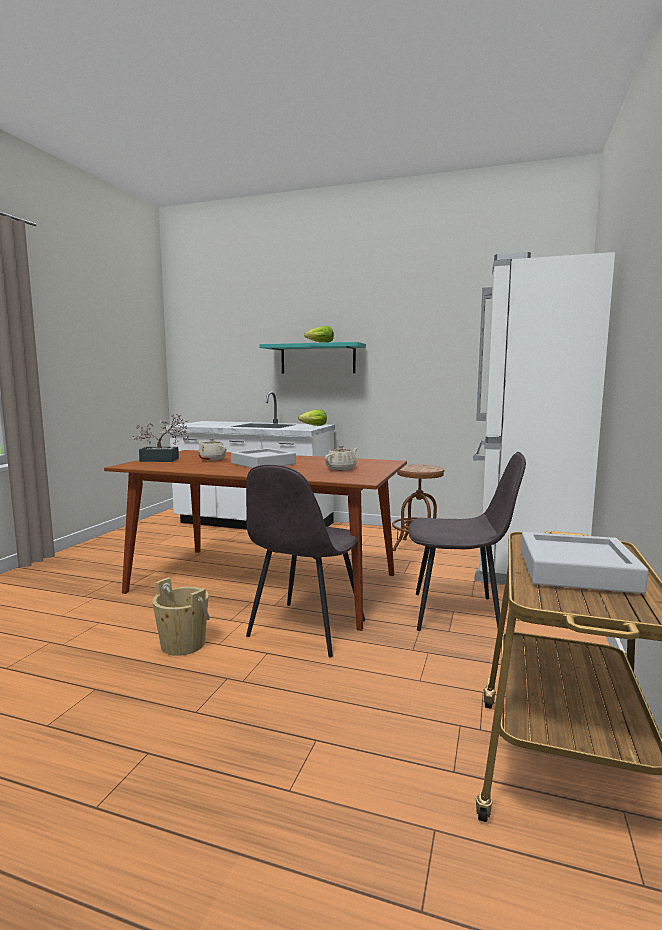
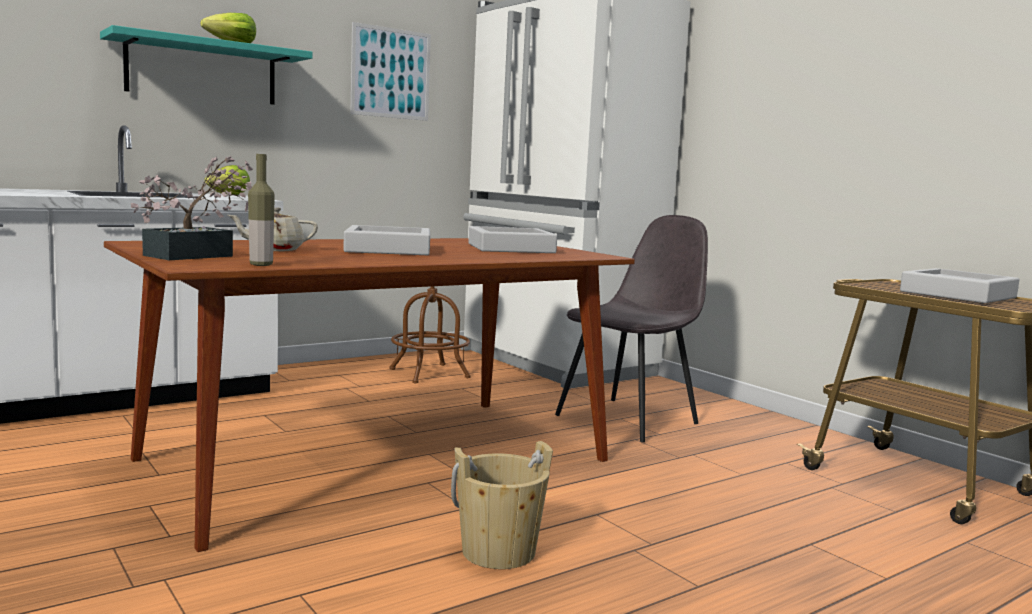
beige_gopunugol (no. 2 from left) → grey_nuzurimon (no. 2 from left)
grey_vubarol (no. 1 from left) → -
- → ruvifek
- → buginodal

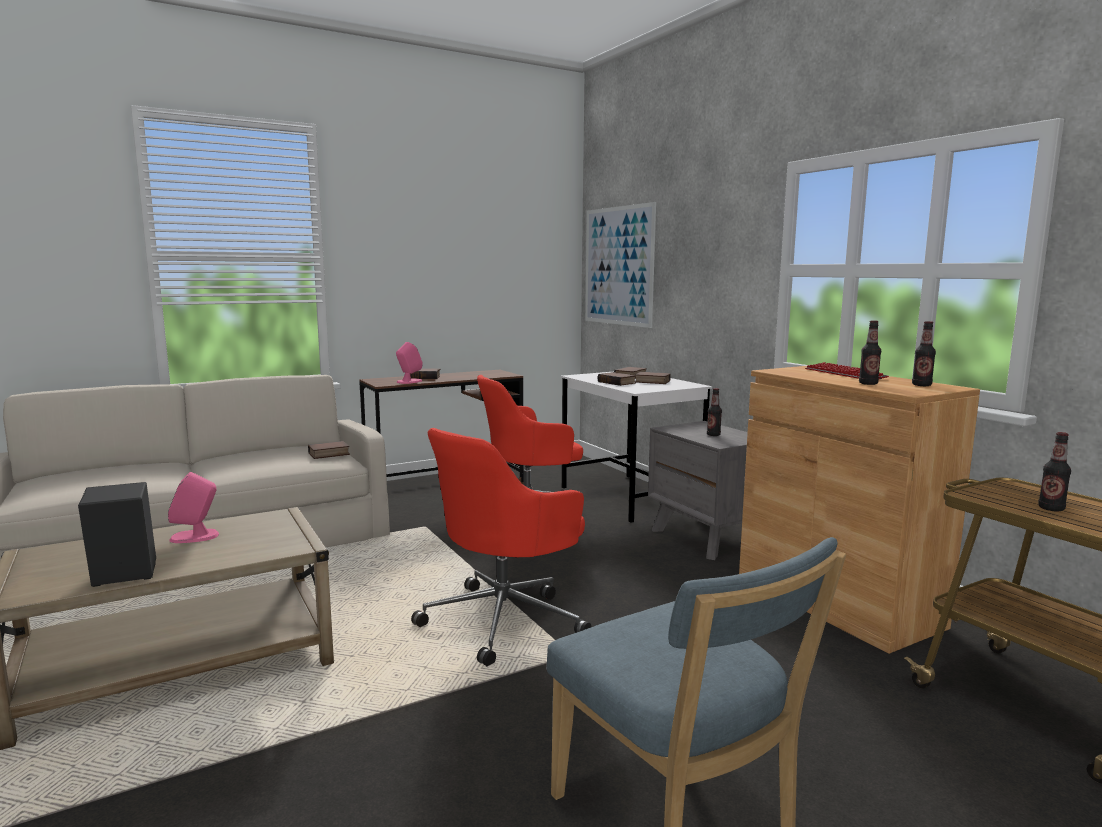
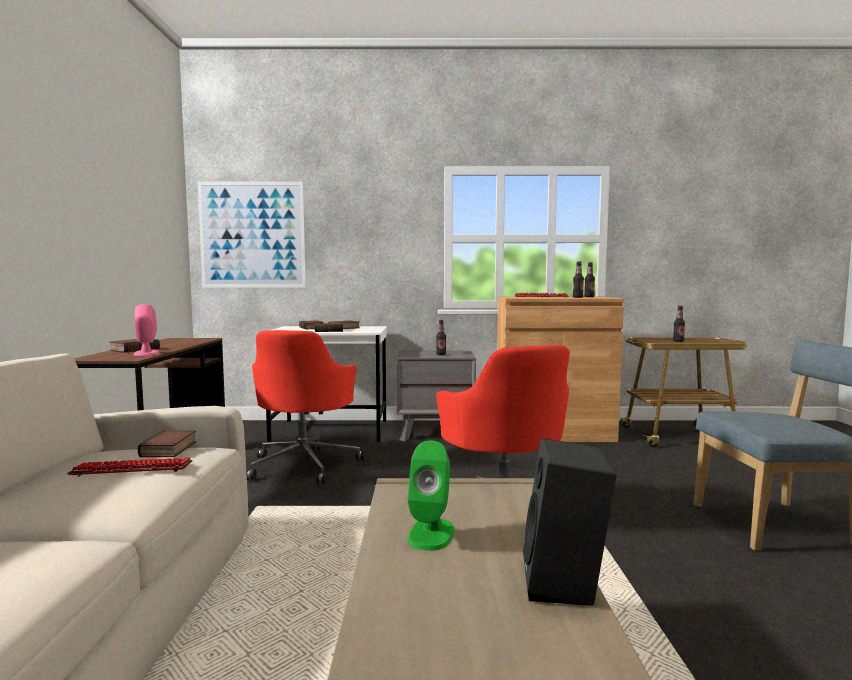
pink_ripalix (no. 1 from left) → green_ripalix
- → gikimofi (no. 1 from left)

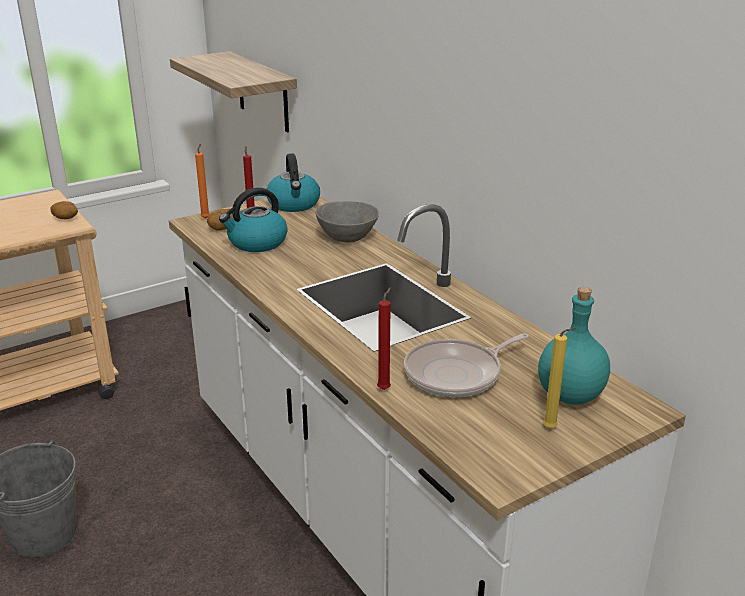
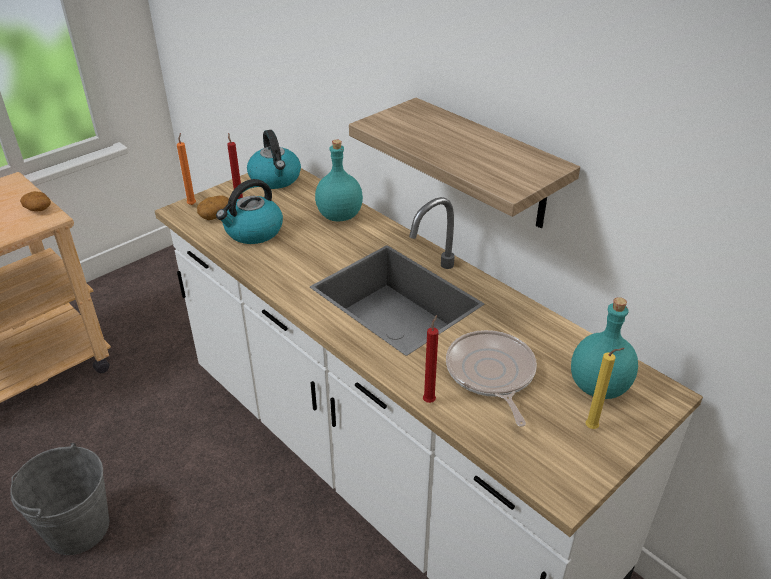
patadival, shifted
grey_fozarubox → turquoise_buginodal (no. 1 from left)
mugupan, 120 degrees clockwise

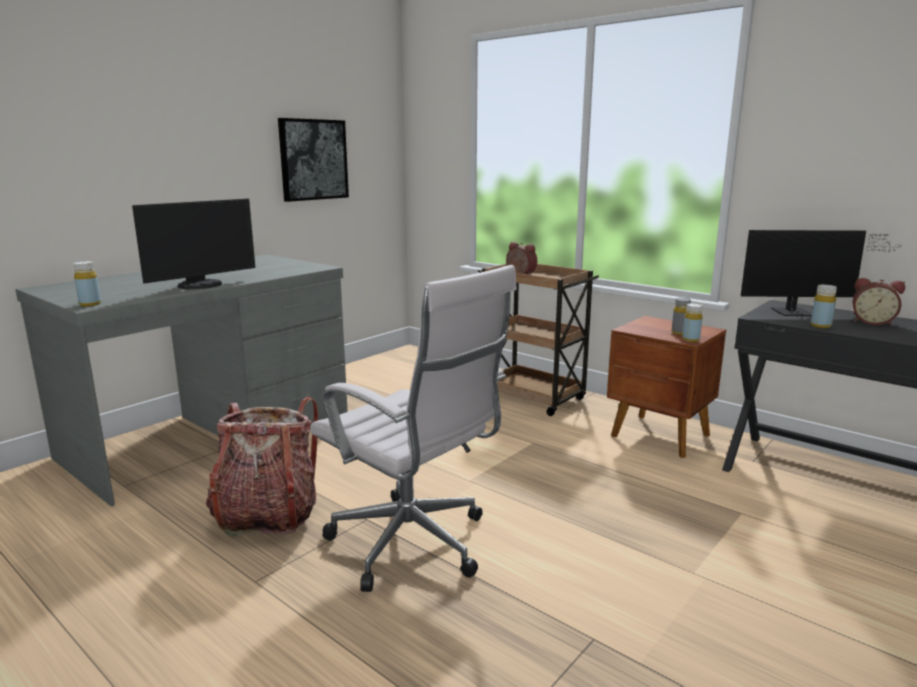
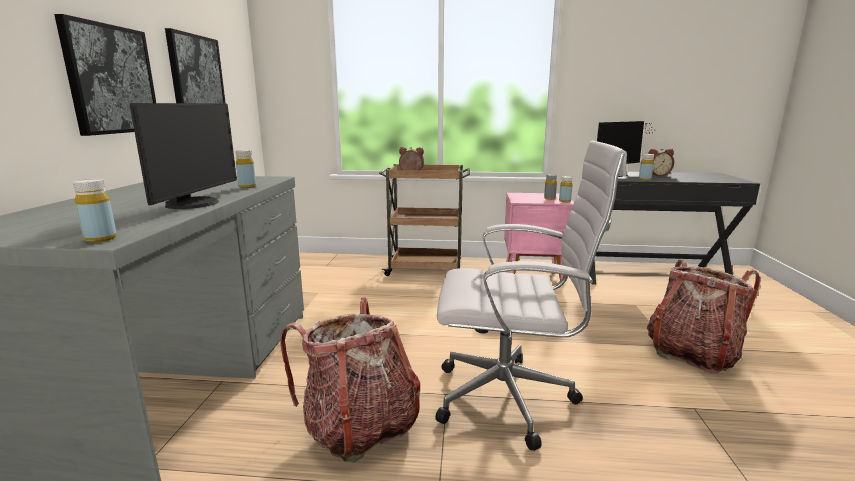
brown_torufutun → pink_torufutun
- → ruvifek (no. 1 from left)
- → yellow_buginodal (no. 2 from left)
- → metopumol (no. 2 from left)

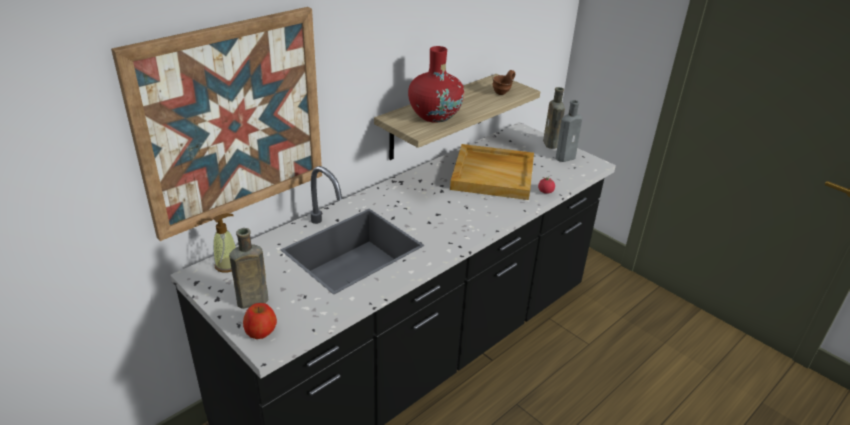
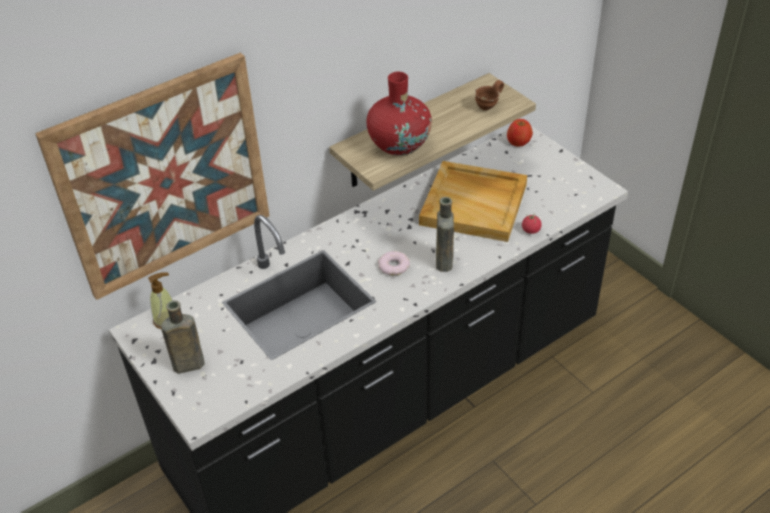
brown_buginodal (no. 2 from left), shifted
grey_buginodal → -
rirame, shifted
- → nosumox

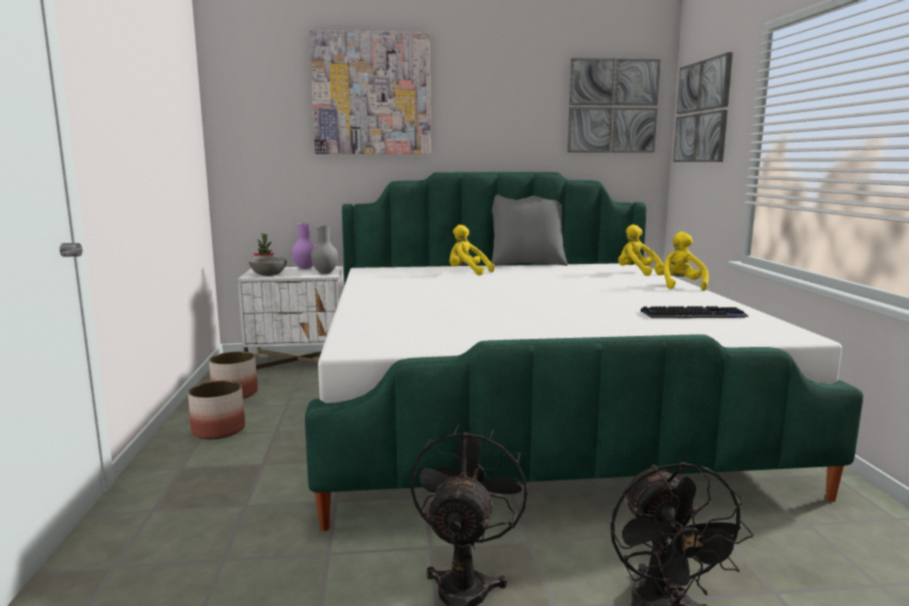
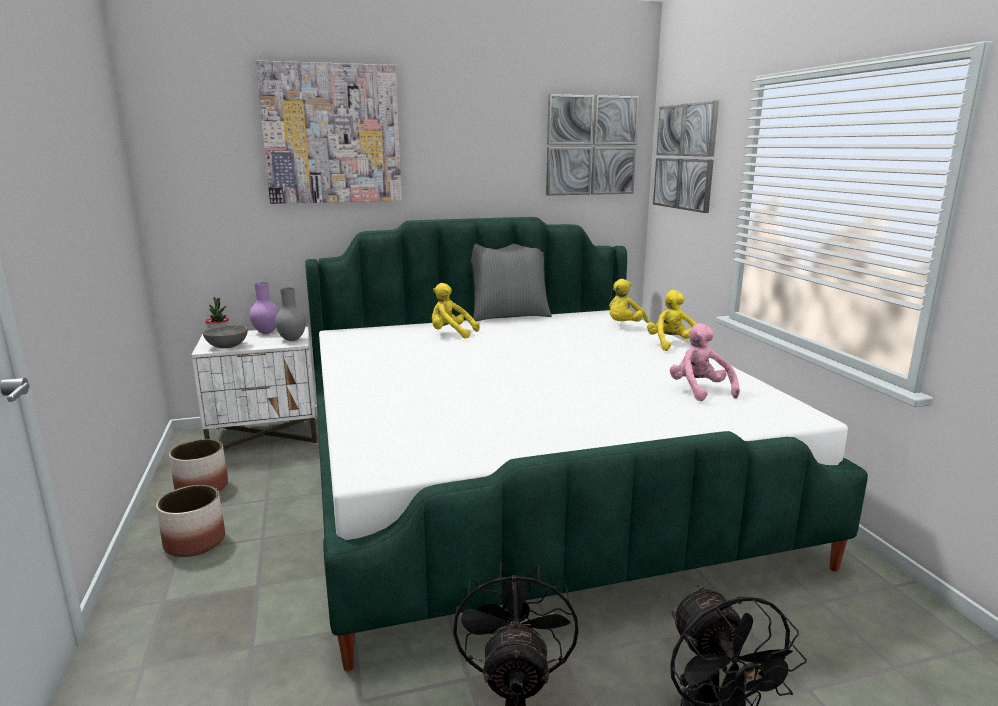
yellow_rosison (no. 2 from left), 90 degrees counterclockwise
gikimofi → pink_rosison

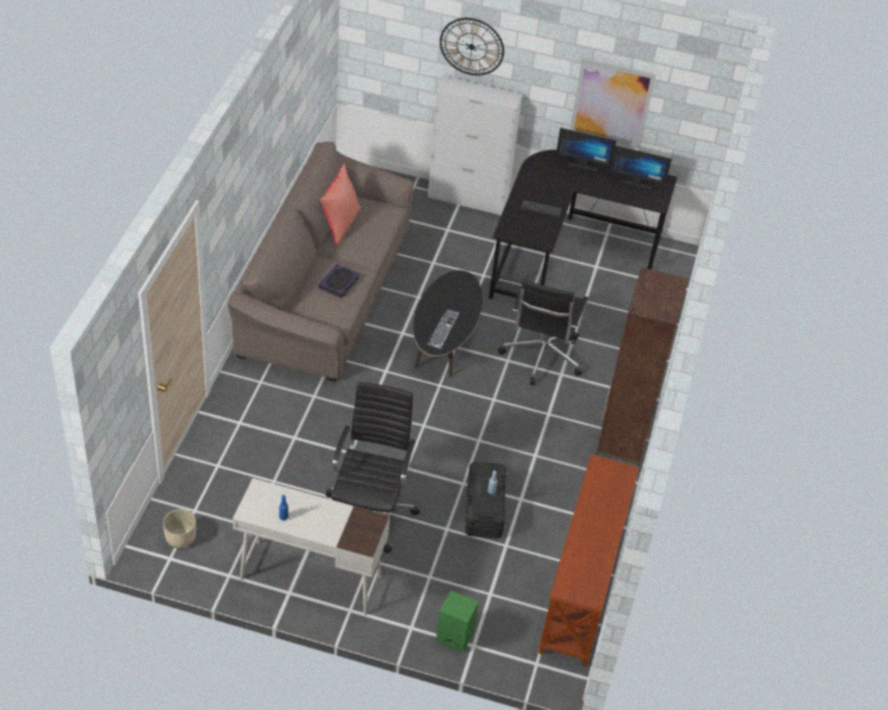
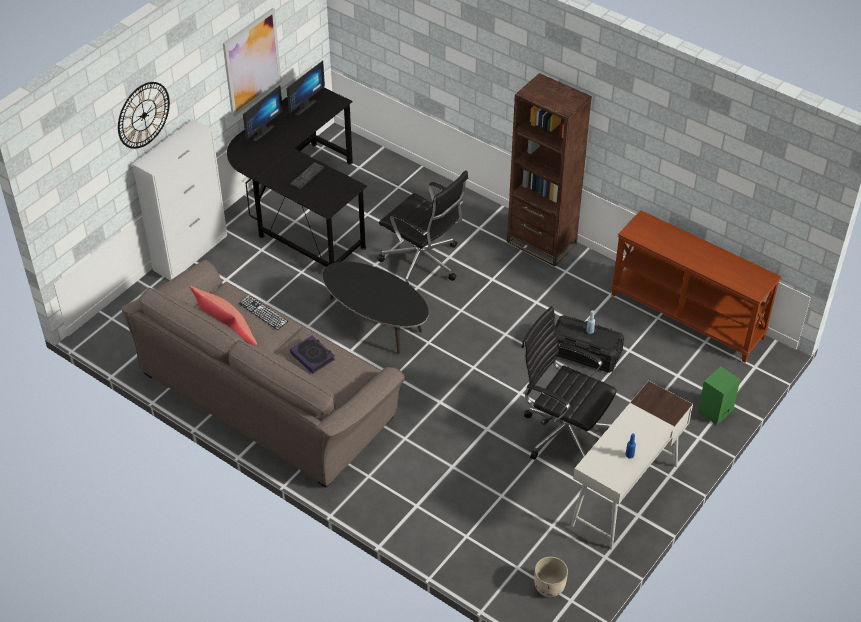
gikimofi (no. 1 from left), shifted

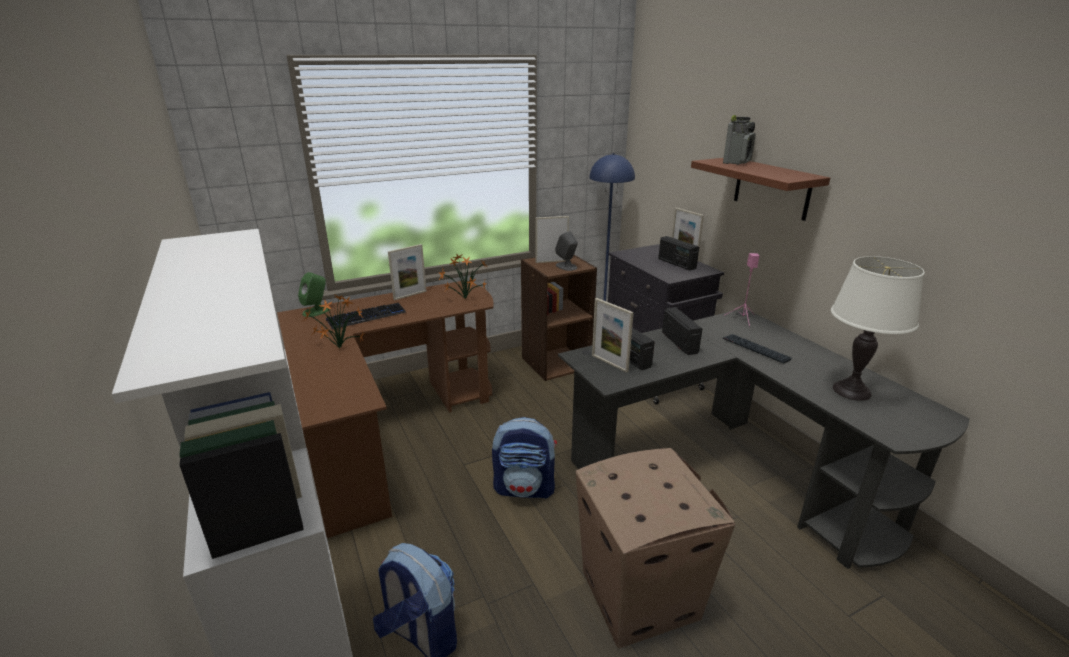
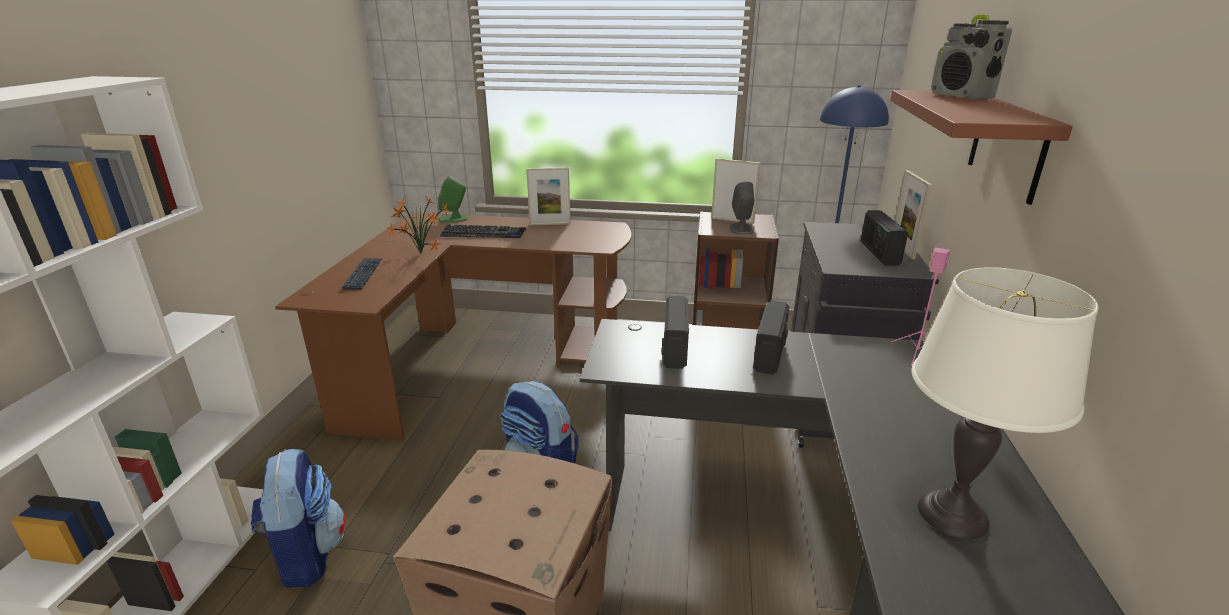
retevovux (no. 4 from left), 90 degrees clockwise
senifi (no. 2 from left) → -
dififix (no. 3 from left) → -
gikimofi (no. 2 from left in the first image) → gikimofi (no. 1 from left), shifted

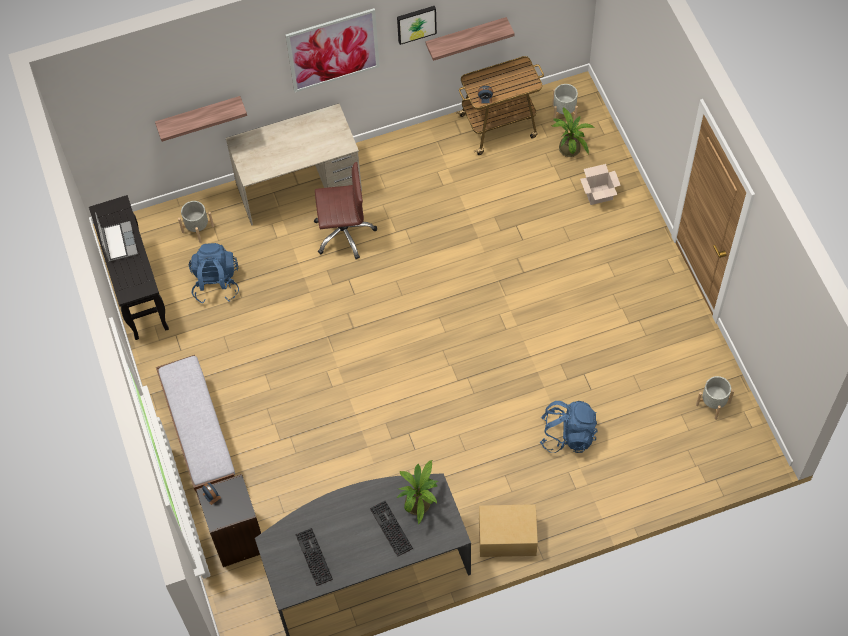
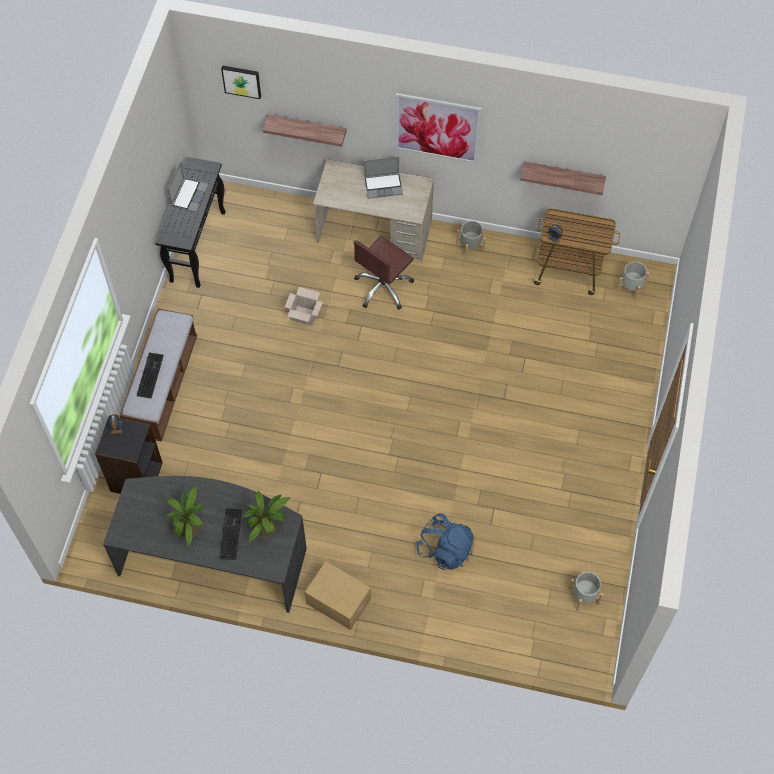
ruvifek (no. 2 from left in the first image) → ruvifek (no. 1 from left), shifted
senifi (no. 2 from left in the first image) → senifi (no. 1 from left), shifted
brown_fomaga, 105 degrees clockwise
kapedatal (no. 2 from left in the first image) → kapedatal (no. 1 from left), shifted
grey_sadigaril (no. 1 from left), shifted
blue_metopumol (no. 1 from left) → -
gikimofi (no. 1 from left), shifted
- → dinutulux (no. 2 from left)

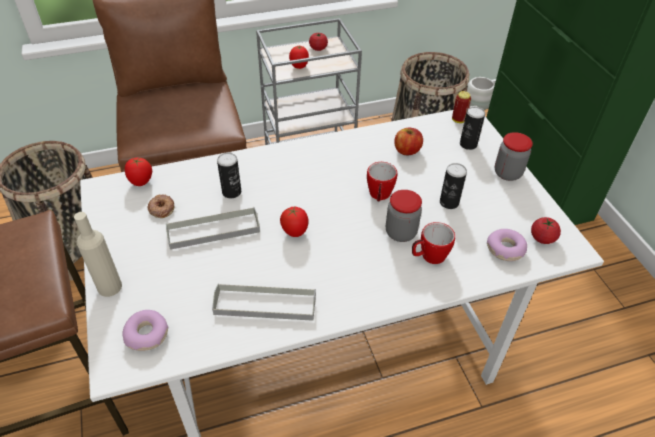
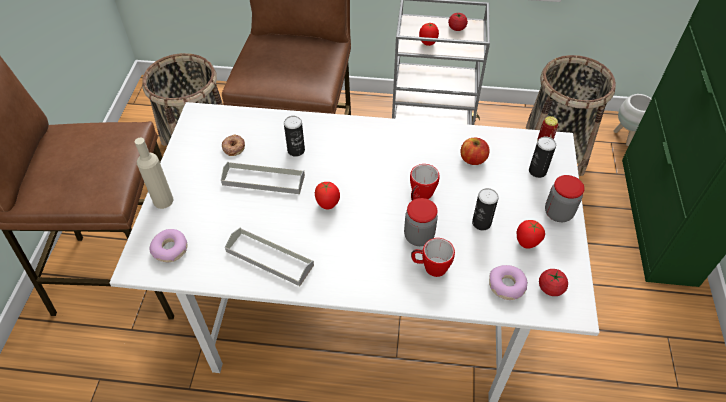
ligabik (no. 1 from left in the first image) → ligabik (no. 4 from left), shifted

